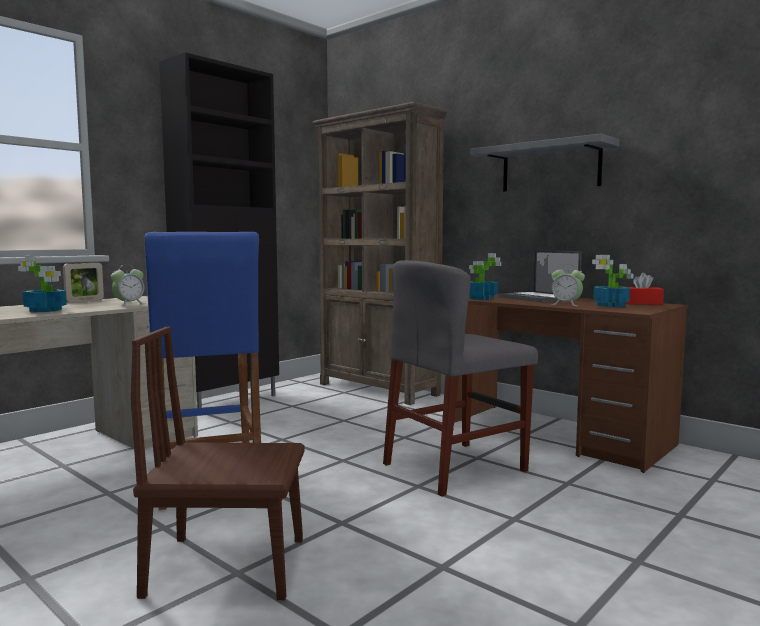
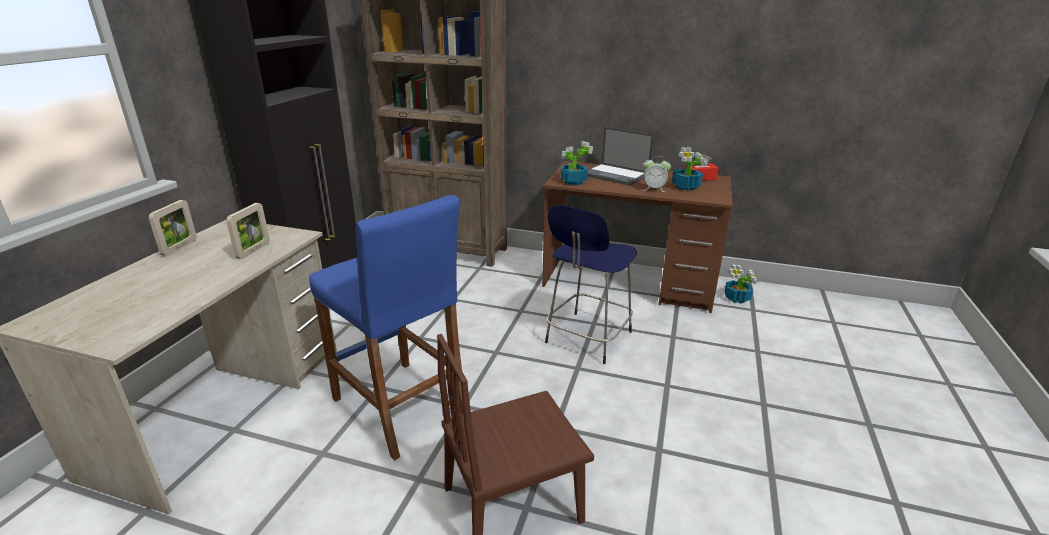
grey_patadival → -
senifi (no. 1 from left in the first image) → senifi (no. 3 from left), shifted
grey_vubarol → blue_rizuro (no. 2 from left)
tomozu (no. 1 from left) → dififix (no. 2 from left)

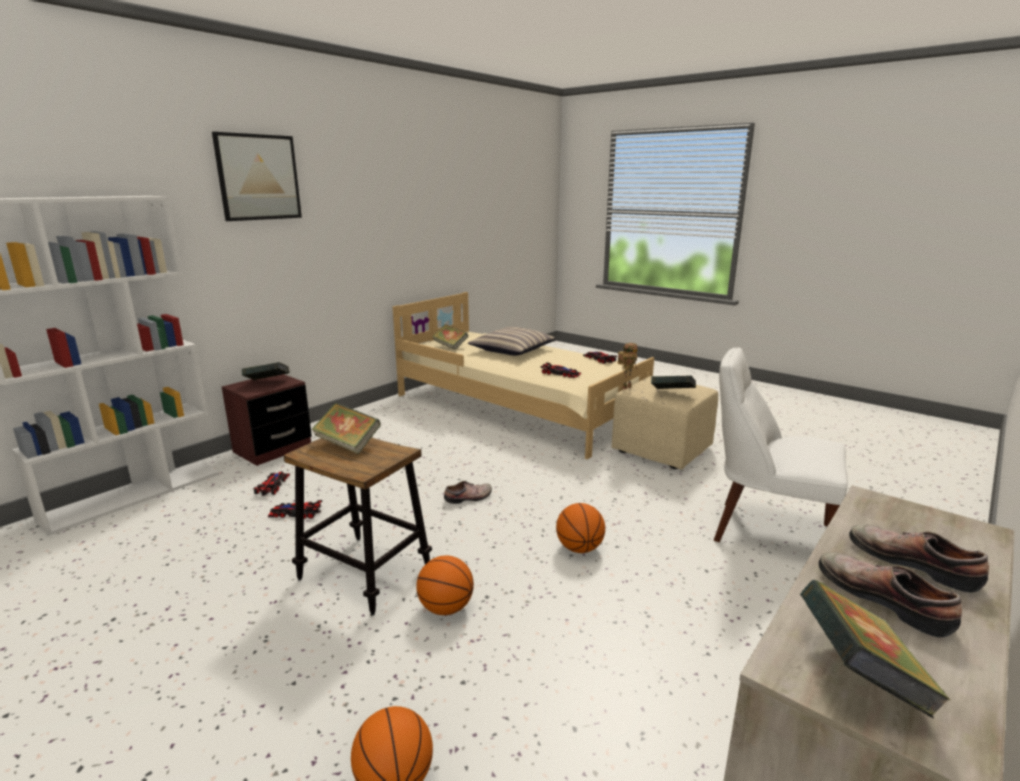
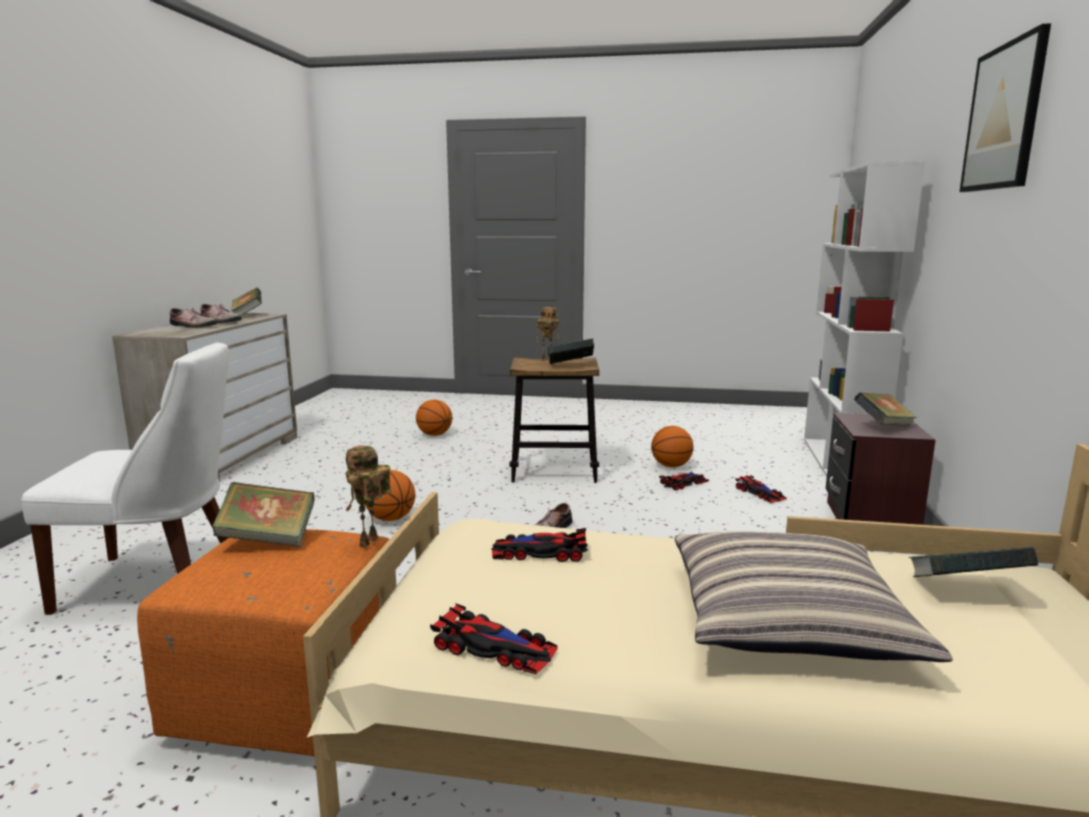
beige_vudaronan → orange_vudaronan
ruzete (no. 2 from left in the first image) → ruzete (no. 3 from left), shifted
- → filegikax (no. 2 from left)

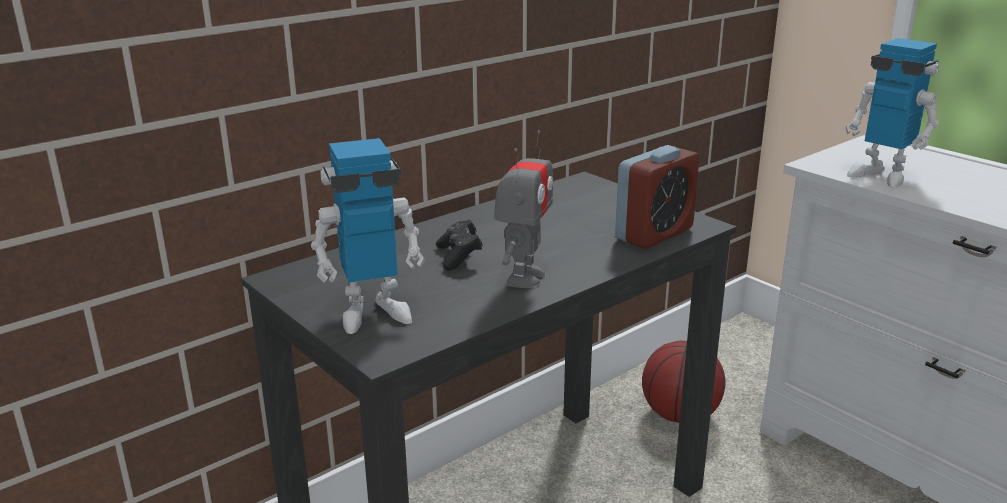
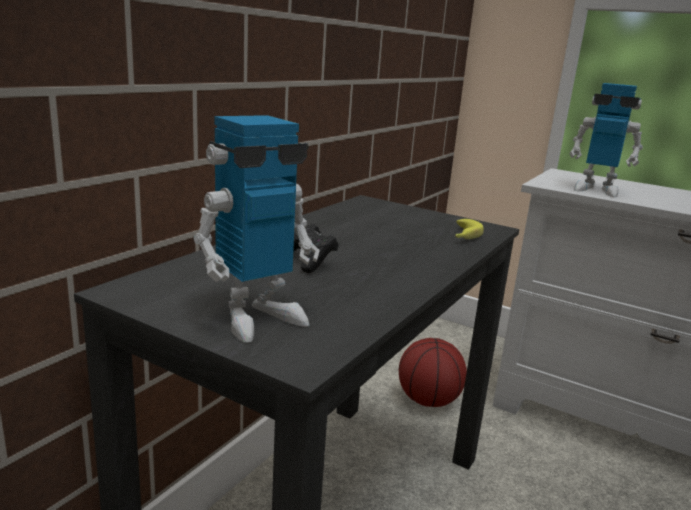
filegikax (no. 2 from left) → -
tomozu → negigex

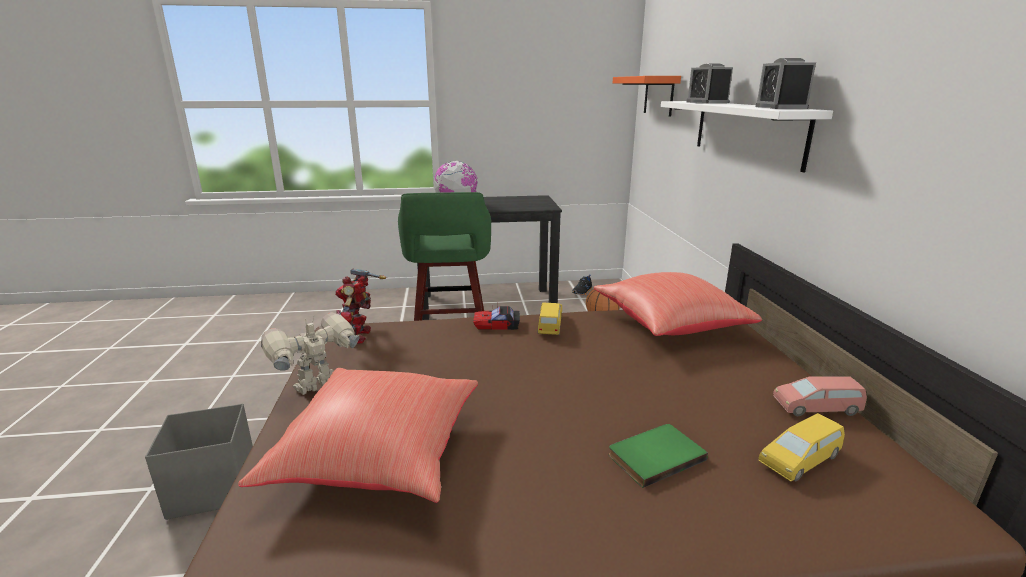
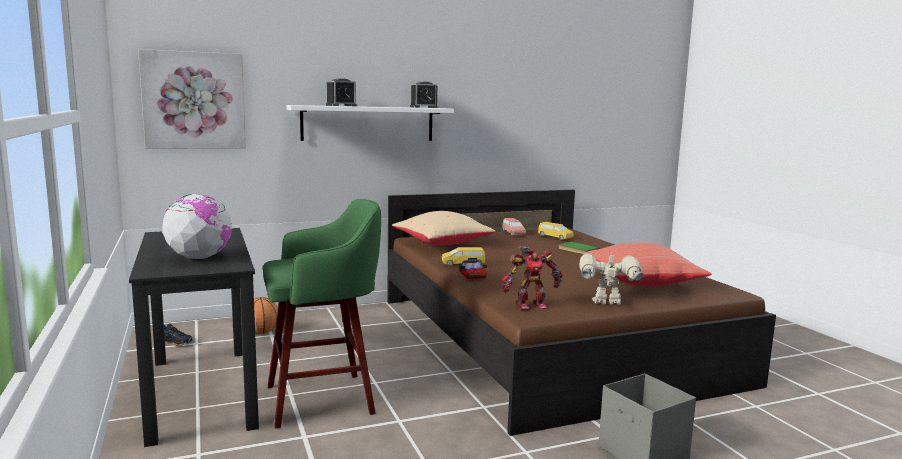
orange_patadival → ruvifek
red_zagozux (no. 2 from left) → beige_zagozux
filegikax (no. 1 from left in the first image) → filegikax (no. 2 from left), 150 degrees clockwise

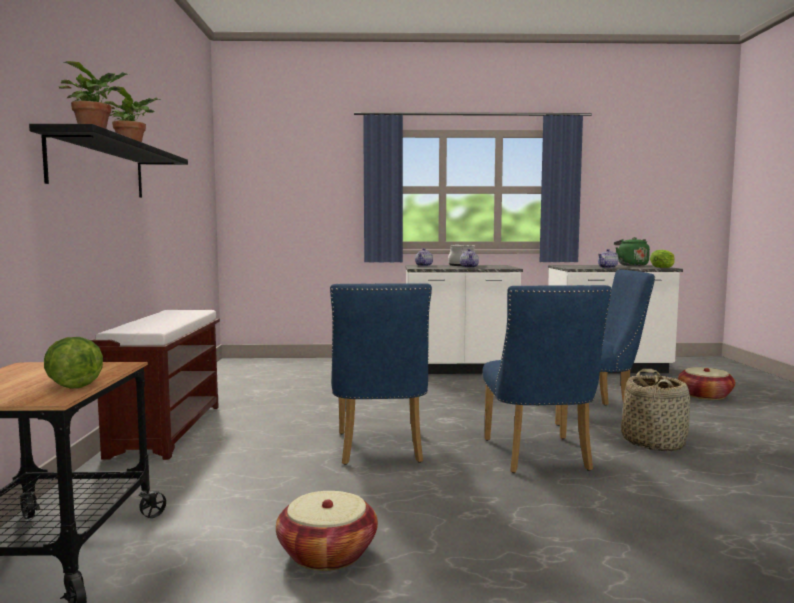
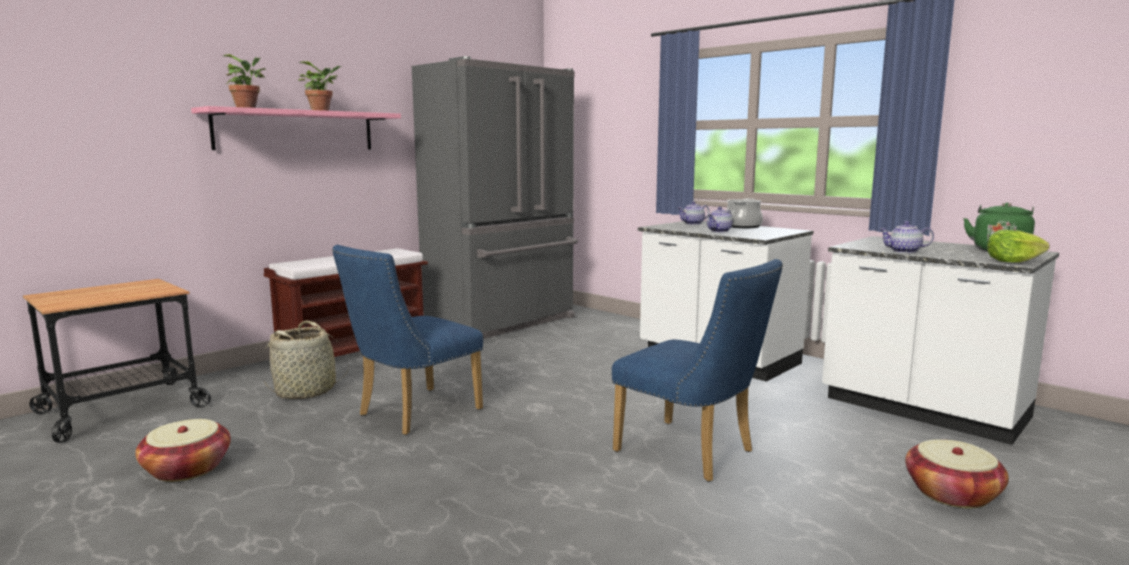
black_patadival → pink_patadival
blue_vubarol (no. 2 from left) → -
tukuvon (no. 1 from left) → -
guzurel (no. 2 from left), shifted
- → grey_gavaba

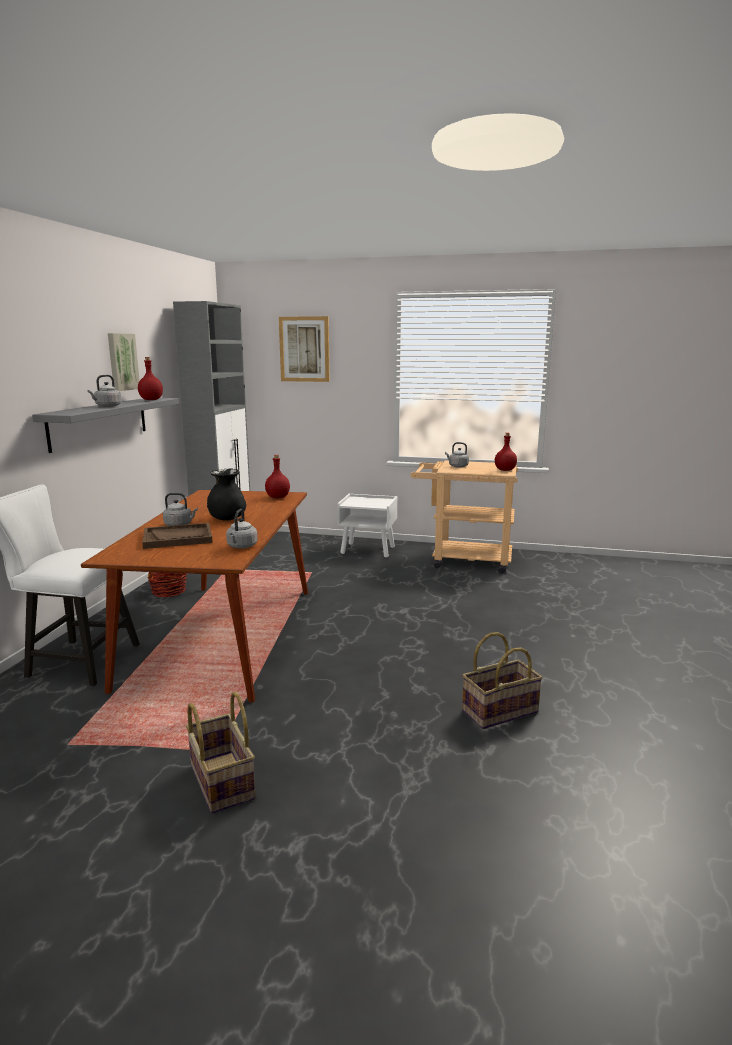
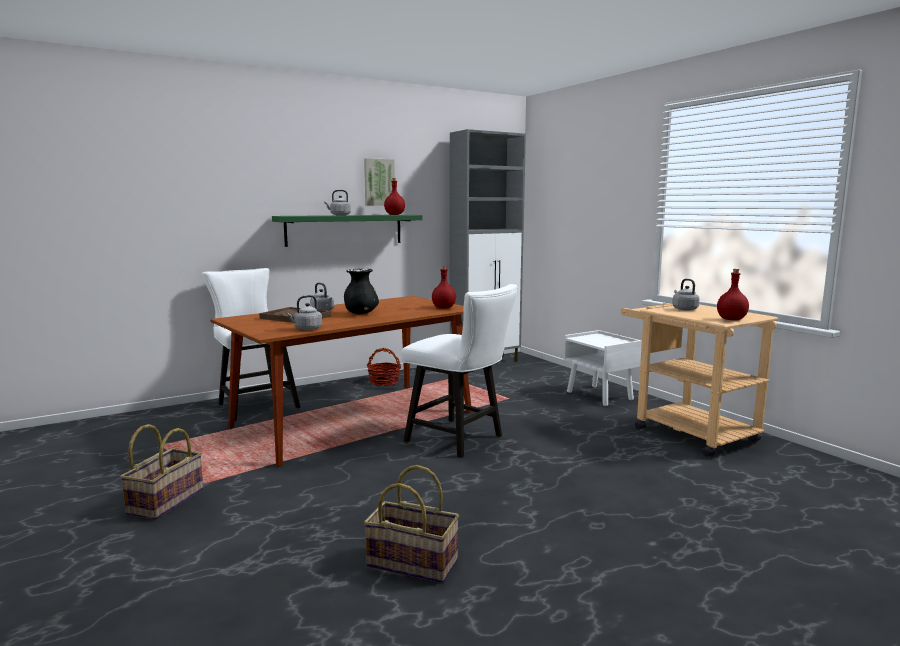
ruvifek (no. 2 from left) → -
grey_patadival → green_patadival
- → white_vubarol (no. 2 from left)

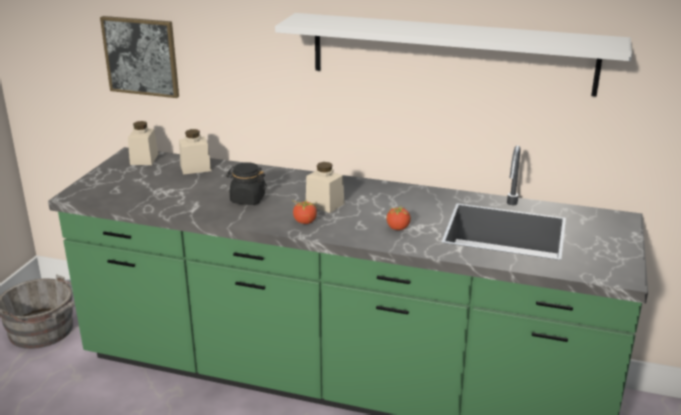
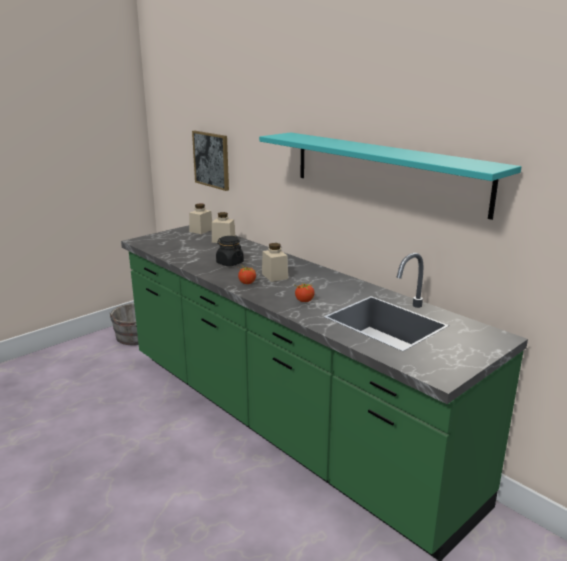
white_patadival → turquoise_patadival

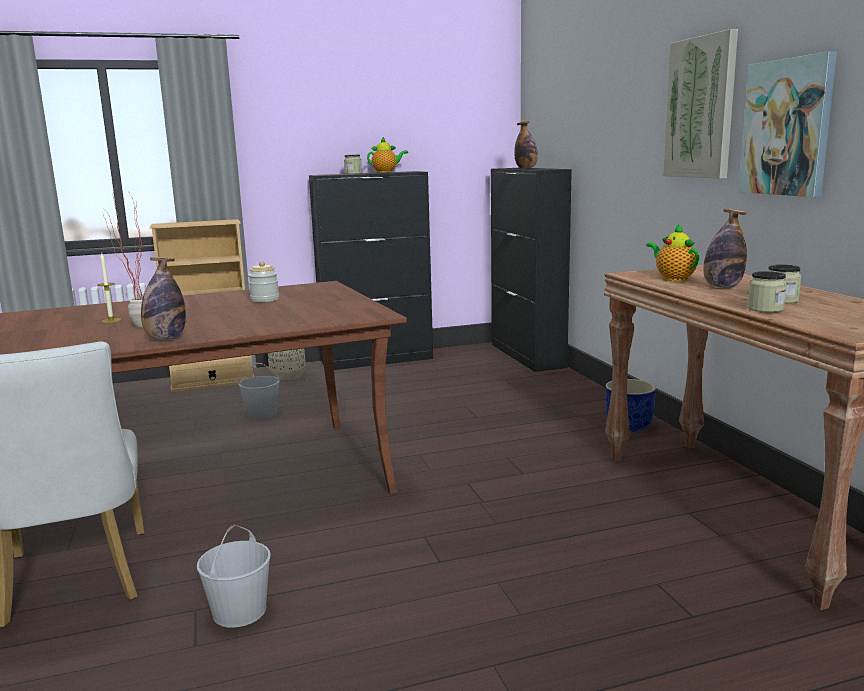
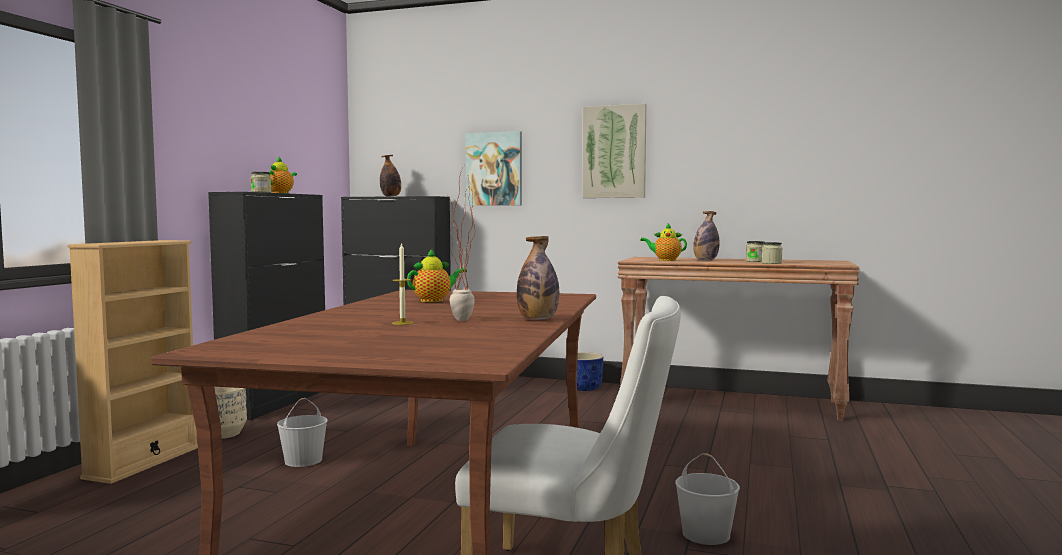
ruvifek (no. 2 from left in the first image) → ruvifek (no. 1 from left), shifted
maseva (no. 1 from left) → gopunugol (no. 2 from left)

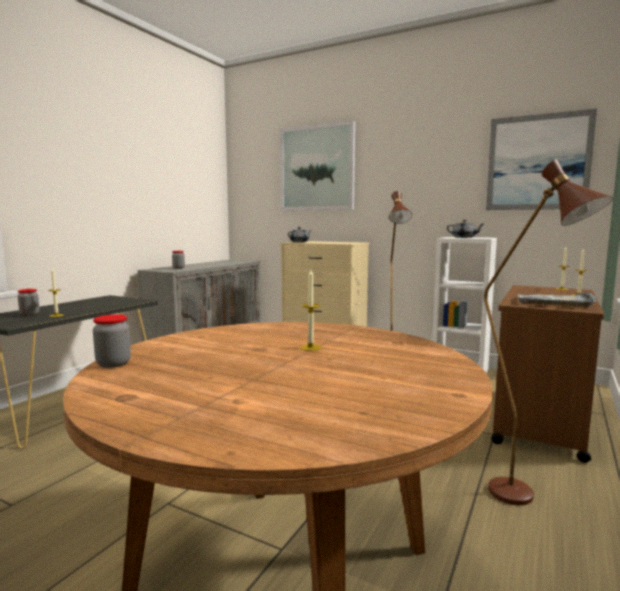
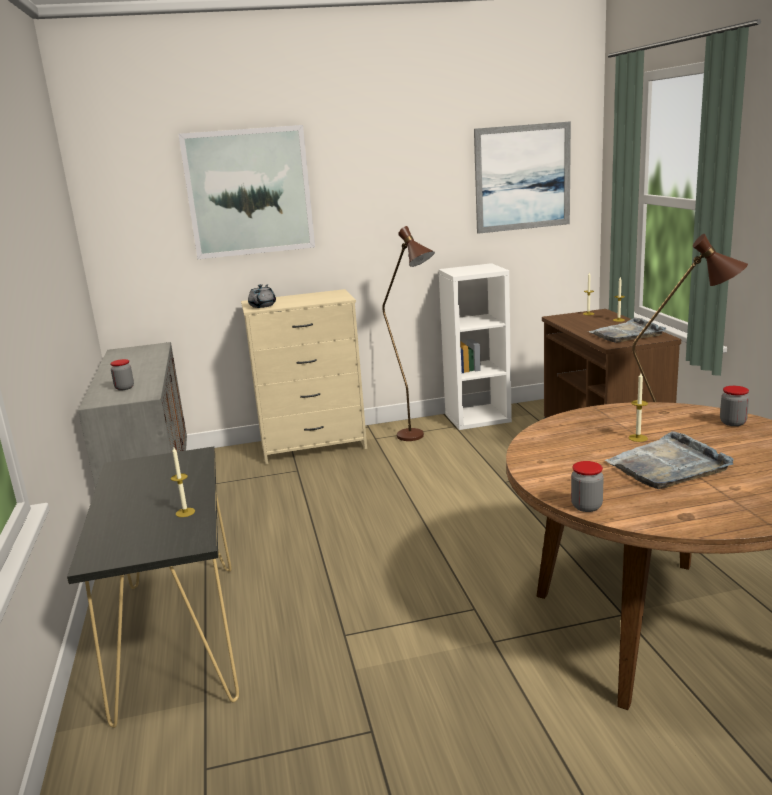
grey_gopunugol (no. 2 from left) → -
maseva (no. 1 from left in the first image) → maseva (no. 3 from left), shifted
- → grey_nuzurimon (no. 2 from left)

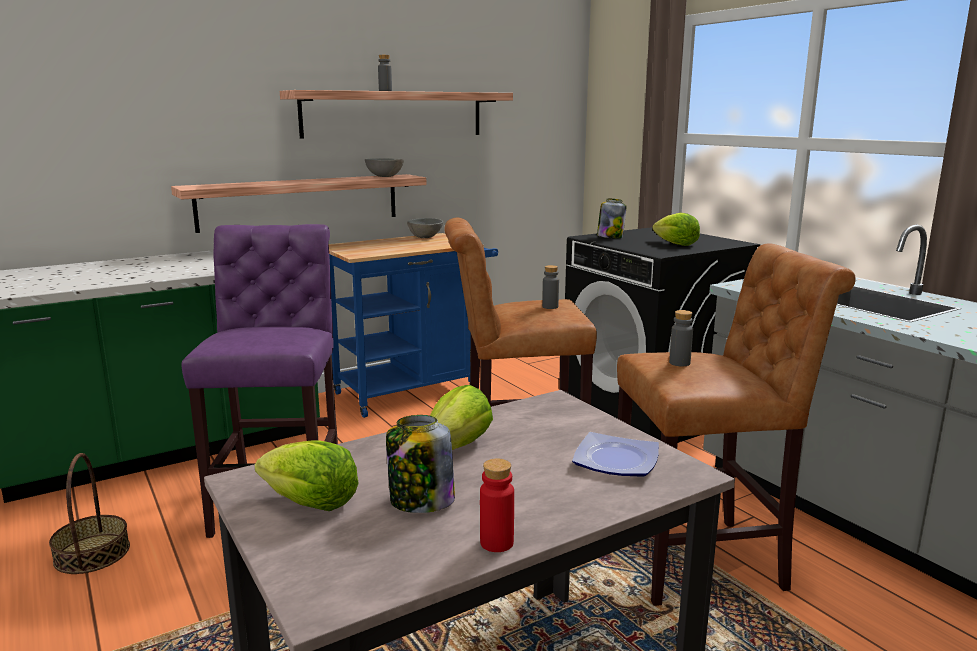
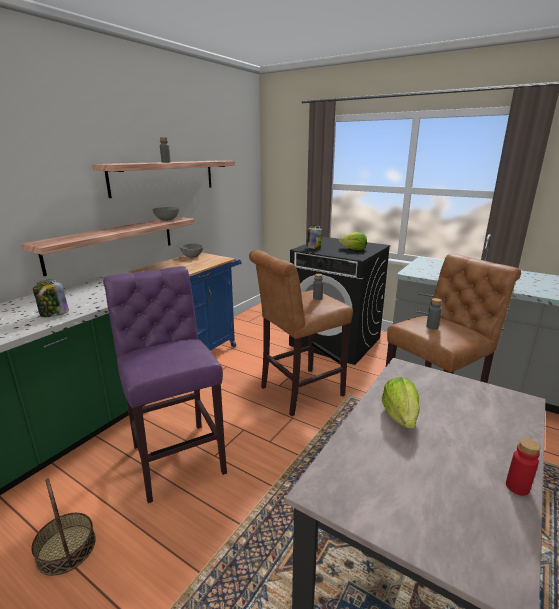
maseva (no. 1 from left), shifted
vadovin → -
tukuvon (no. 1 from left) → -

